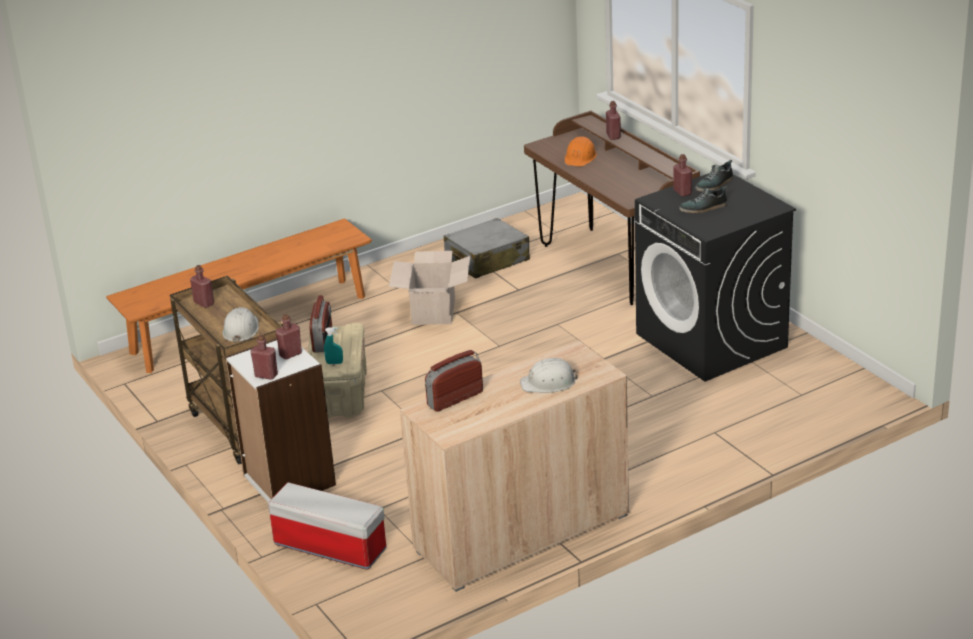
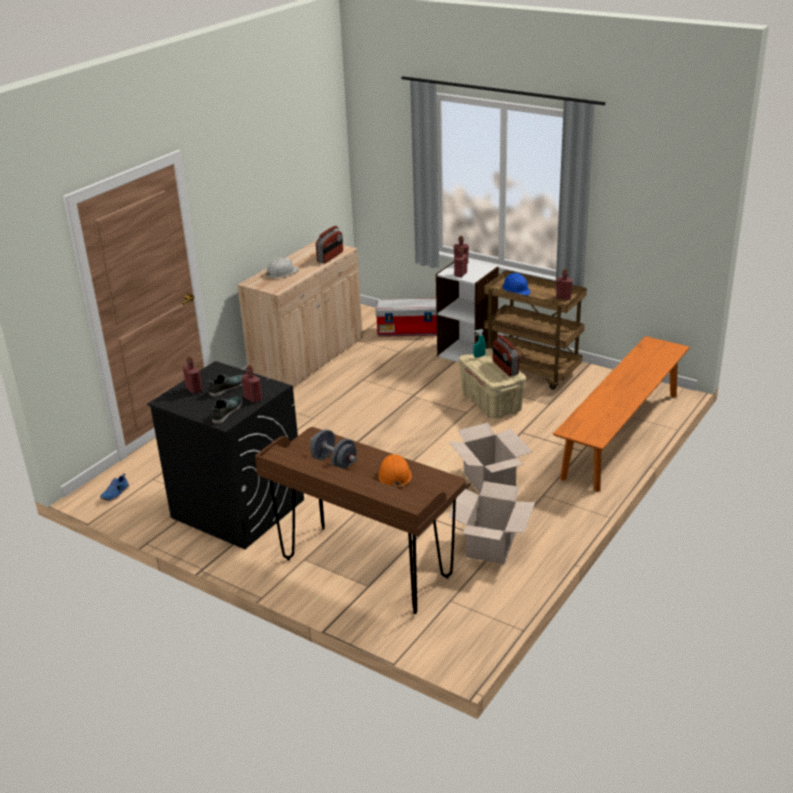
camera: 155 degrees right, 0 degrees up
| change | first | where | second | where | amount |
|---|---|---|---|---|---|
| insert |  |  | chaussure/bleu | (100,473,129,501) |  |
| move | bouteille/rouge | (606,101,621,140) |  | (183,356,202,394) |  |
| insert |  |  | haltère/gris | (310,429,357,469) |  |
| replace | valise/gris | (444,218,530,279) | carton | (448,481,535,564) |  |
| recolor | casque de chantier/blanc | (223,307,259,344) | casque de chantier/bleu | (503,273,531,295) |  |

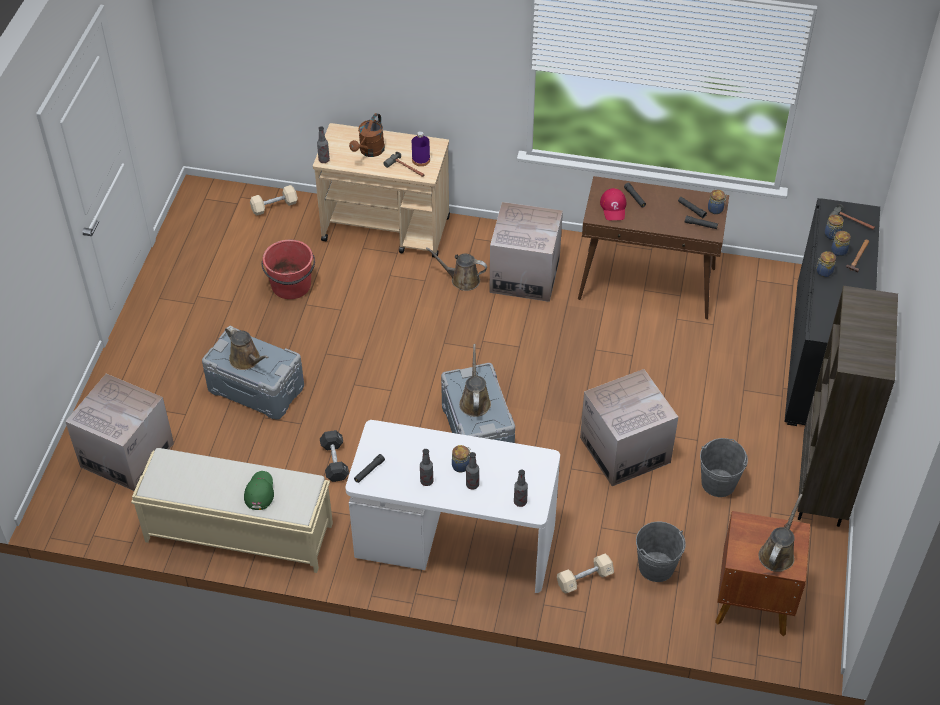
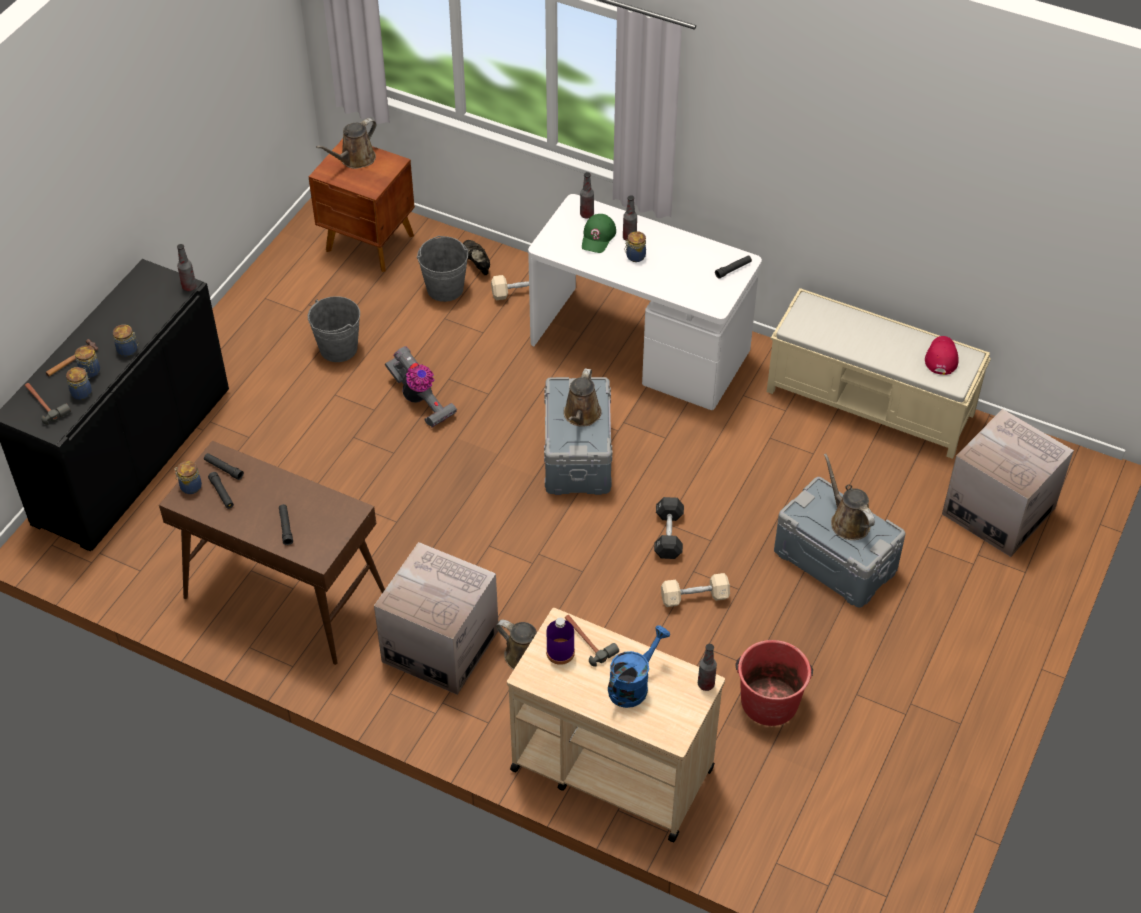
camera: 165 degrees left, 0 degrees up
| change | first | where | second | where | amount |
|---|---|---|---|---|---|
| move | bouteille | (420,449,433,486) |  | (177,244,197,291) |  |
| replace | carton | (580,369,678,486) | aspirateur | (385,346,457,428) |  |
| insert |  |  | chaussure/noir | (463,240,490,275) |  |
| move | casquette/vert | (244,471,274,510) |  | (582,214,616,253) |  |
| recolor | arrosoir/marron | (349,113,385,157) | arrosoir/bleu | (608,625,670,708) |  |
| move | haltère/noir | (320,430,349,482) |  | (654,497,684,559) |  |
| move | haltère/beige | (250,185,298,216) |  | (661,573,730,607) |  |
| move | casquette/rouge | (600,188,626,220) |  | (925,336,959,375) |  |
| delete | bibliothèque/marron | (798,286,898,527) |  |  |  |

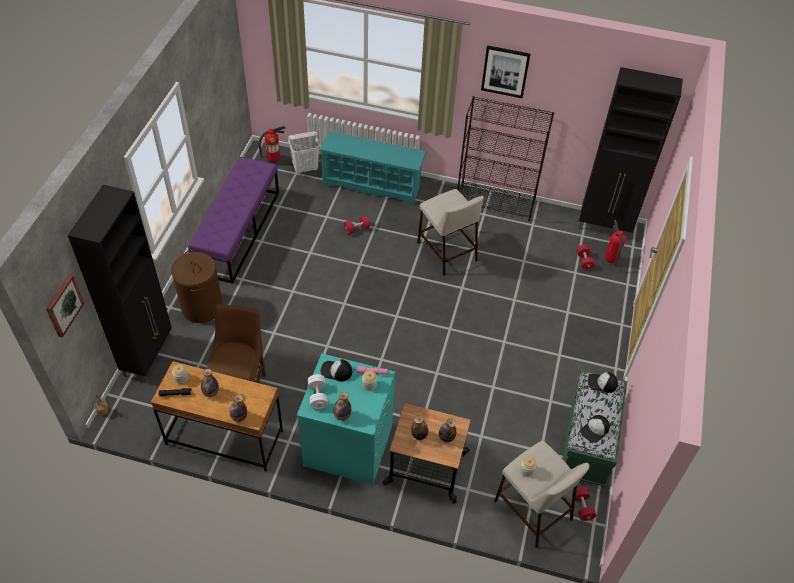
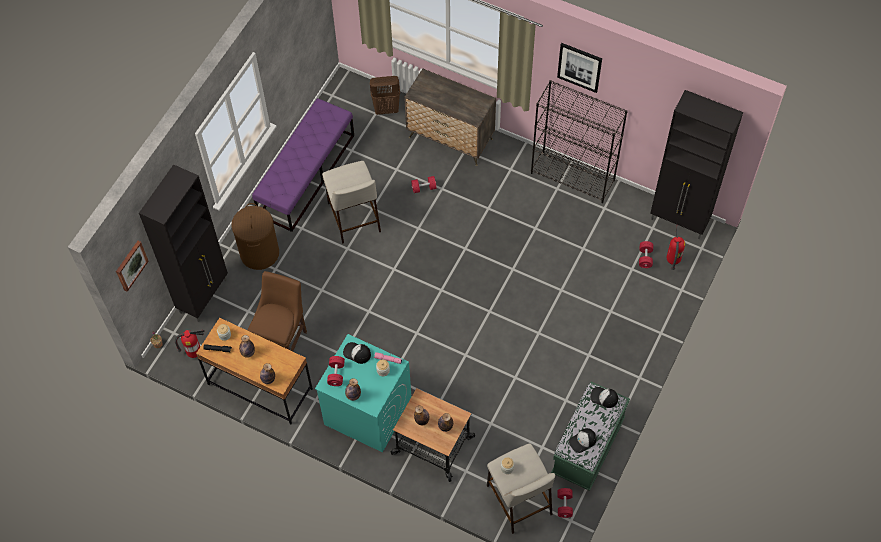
camera: 15 degrees right, 10 degrees up
| change | first | where | second | where | amount |
|---|---|---|---|---|---|
| move | extincteur | (259,126,286,162) |  | (175,329,205,358) |  |
| move | tabouret/beige | (417,189,484,275) |  | (322,161,381,244) |  |
| recolor | haltère/blanc | (308,374,328,409) | haltère/rouge | (327,356,345,386) |  |
| recolor | panier à linge/blanc | (288,131,320,174) | panier à linge/marron | (370,76,400,115) |  |
| replace | étagère à chaussures/turquoise | (319,131,427,205) | commode | (404,69,496,166) |  |

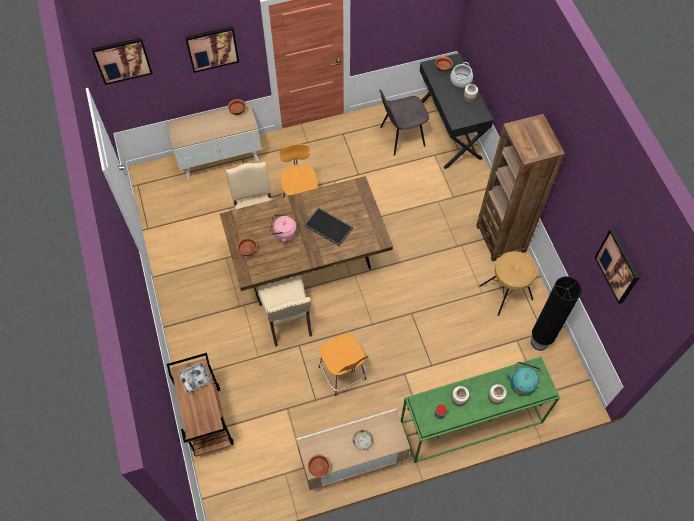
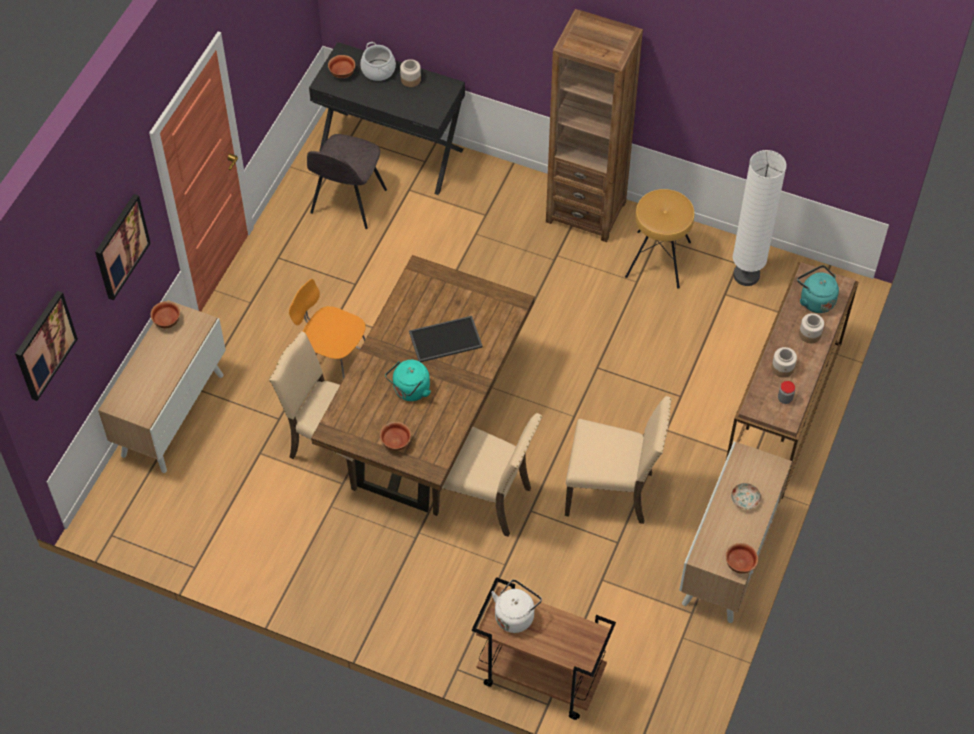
camera: 50 degrees left, 5 degrees down
| change | first | where | second | where | amount |
|---|---|---|---|---|---|
| recolor | bouilloire/rose | (270,214,297,243) | bouilloire/turquoise | (385,360,431,401) |  |
| replace | plateau | (178,361,212,394) | bouilloire/blanc | (491,579,542,633) |  |
| replace | tabouret/orange | (319,334,369,396) | chaise/beige | (565,396,672,524) |  |
| recolor | table console/vert | (401,357,560,463) | table console/marron | (726,262,858,499) |  |
| recolor | lampadaire/noir | (531,276,582,351) | lampadaire/blanc | (733,150,787,286) |  |
| delete | tableau | (595,229,640,304) |  |  |  |

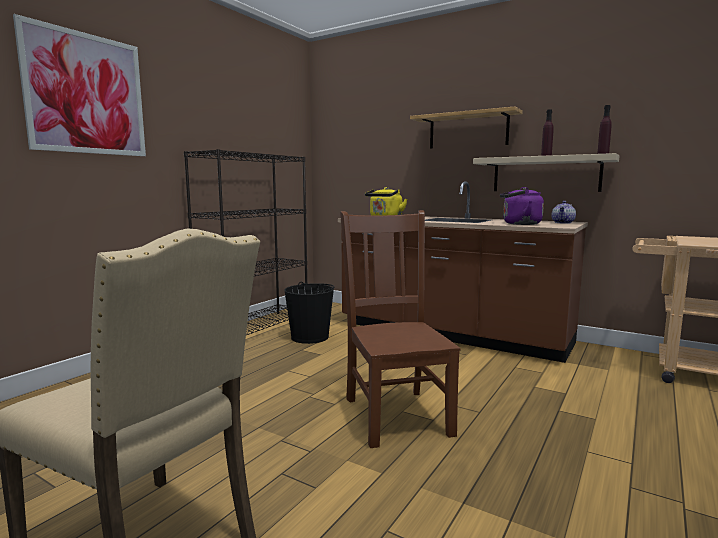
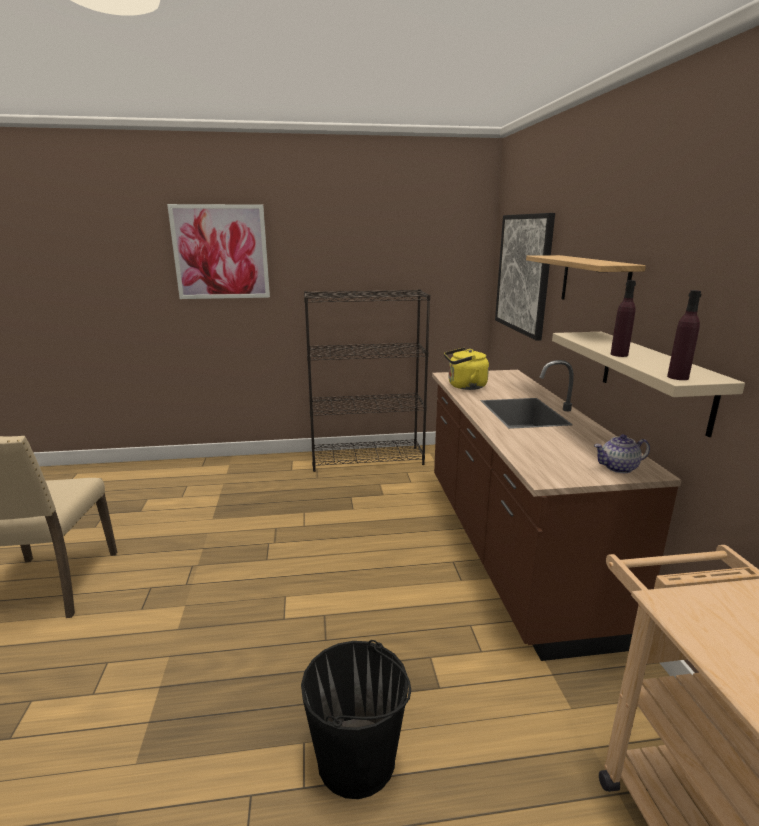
camera: 50 degrees right, 10 degrees up
| change | first | where | second | where | amount |
|---|---|---|---|---|---|
| move | seau/noir | (284,282,334,344) |  | (301,640,411,799) |  |
| insert |  |  | tableau | (495,213,555,341) |  |
| delete | chaise/marron | (340,210,461,448) |  |  |  |
| delete | bouilloire/violet | (500,187,544,225) |  |  |  |

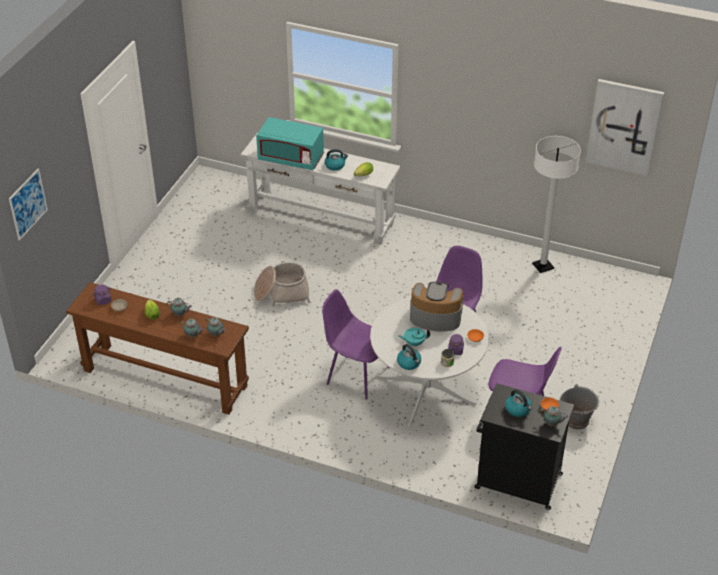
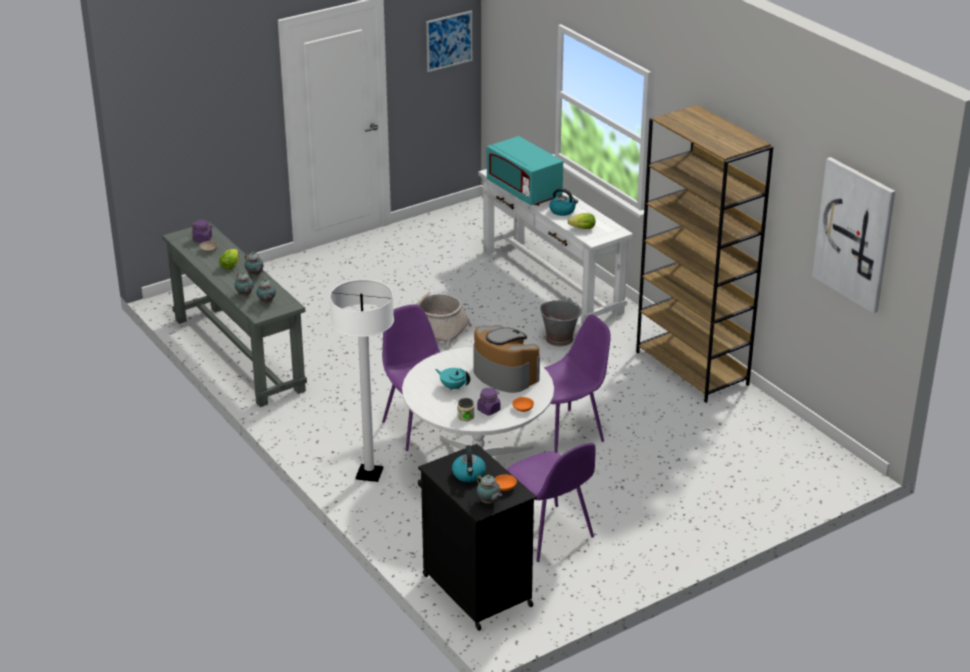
camera: 35 degrees right, 10 degrees down
| change | first | where | second | where | amount |
|---|---|---|---|---|---|
| recolor | table console/marron | (66,282,249,414) | table console/gris | (162,222,307,407) |  |
| move | lampadaire/blanc | (532,136,581,273) |  | (330,279,394,482) |  |
| move | tableau | (9,168,48,241) |  | (426,11,472,72) |  |
| move | seau/gris | (559,384,599,430) |  | (540,298,581,346) |  |
| insert |  |  | bibliothèque/marron | (636,105,773,403) |  |
| delete | bouilloire | (397,344,421,370) |  |  |  |

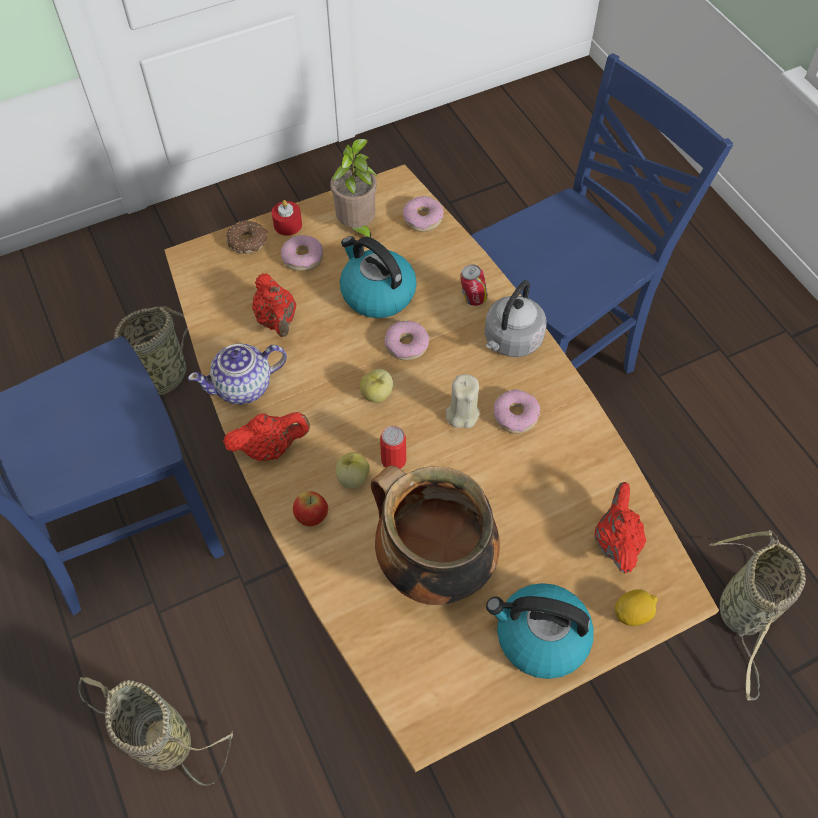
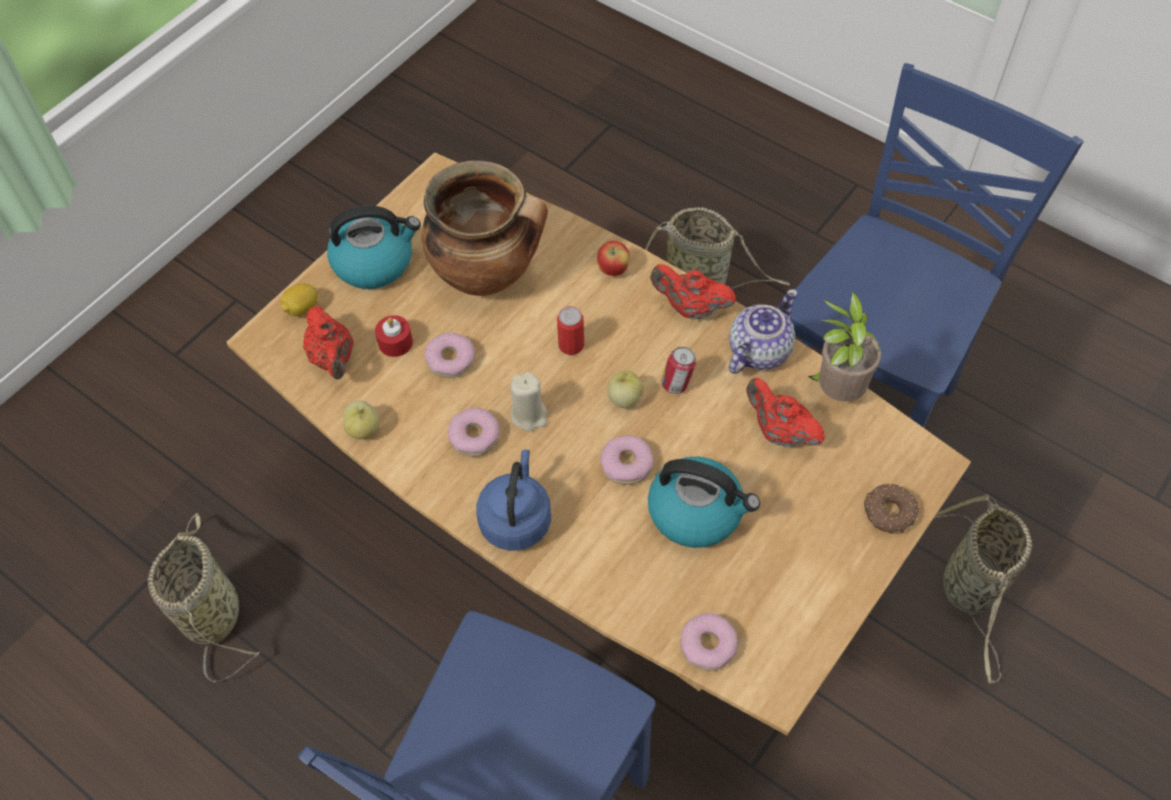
camera: 155 degrees right, 0 degrees up
| change | first | where | second | where | amount |
|---|---|---|---|---|---|
| move | pomme | (336,452,370,489) |  | (343,400,380,439) |  |
| move | bougie/rouge | (272,200,302,236) |  | (375,315,413,357) |  |
| move | beignet | (281,235,323,272) |  | (424,333,475,378) |  |
| recolor | bouilloire/gris | (484,280,546,357) | bouilloire/bleu | (476,449,551,551) |  |
| rotate | théière/rouge | (223,412,310,461) |  | (650,264,736,319) | 60 degrees clockwise |
| move | boîte métallique | (460,264,488,306) |  | (661,347,696,394) |  |
| move | plante en pot | (330,139,378,238) |  | (808,291,881,402) |  |

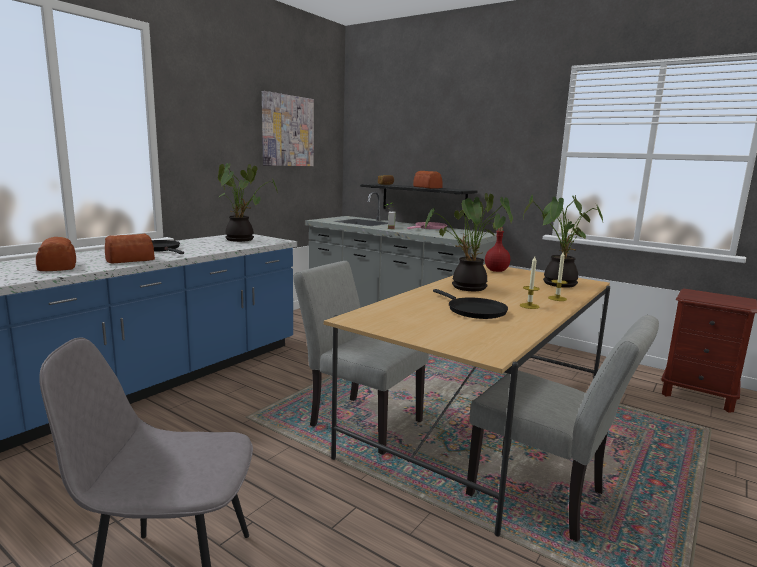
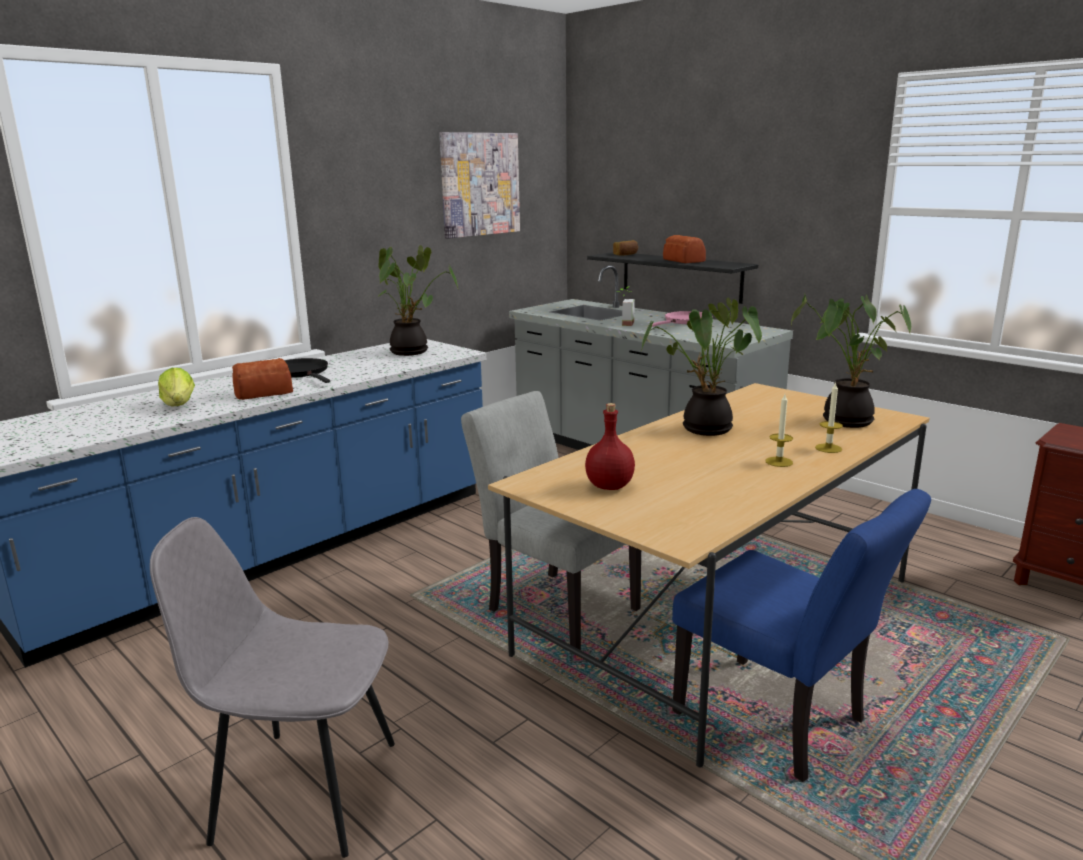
camera: 10 degrees right, 5 degrees up
| change | first | where | second | where | amount |
|---|---|---|---|---|---|
| replace | pain | (36,237,76,271) | laitue | (158,368,195,407) |  |
| move | bouteille/rouge | (485,227,510,272) |  | (585,403,635,490) |  |
| recolor | chaise/gris | (466,315,659,542) | chaise/bleu | (672,489,931,782) |  |
| delete | poêle/noir | (433,289,508,319) |  |  |  |

